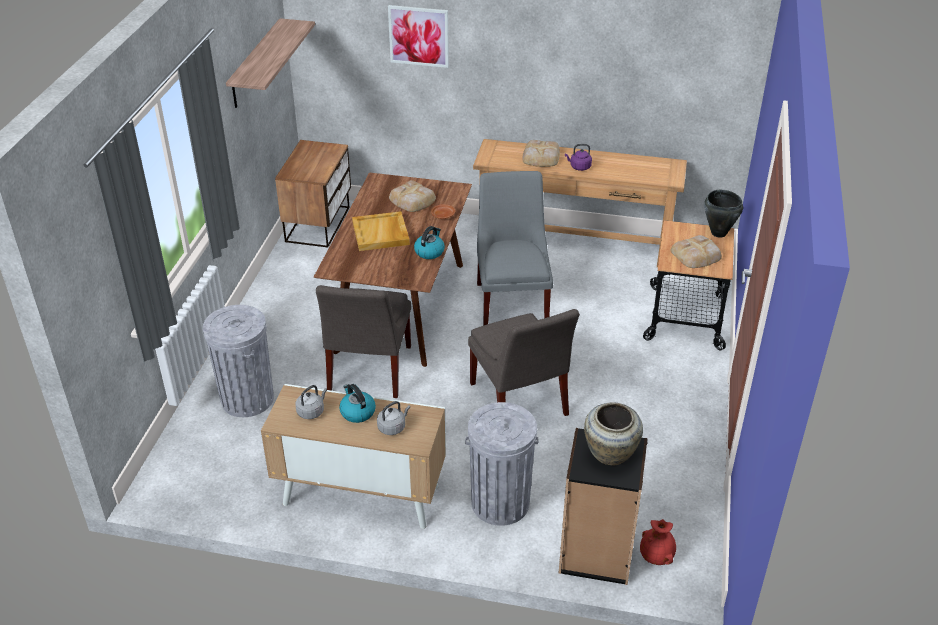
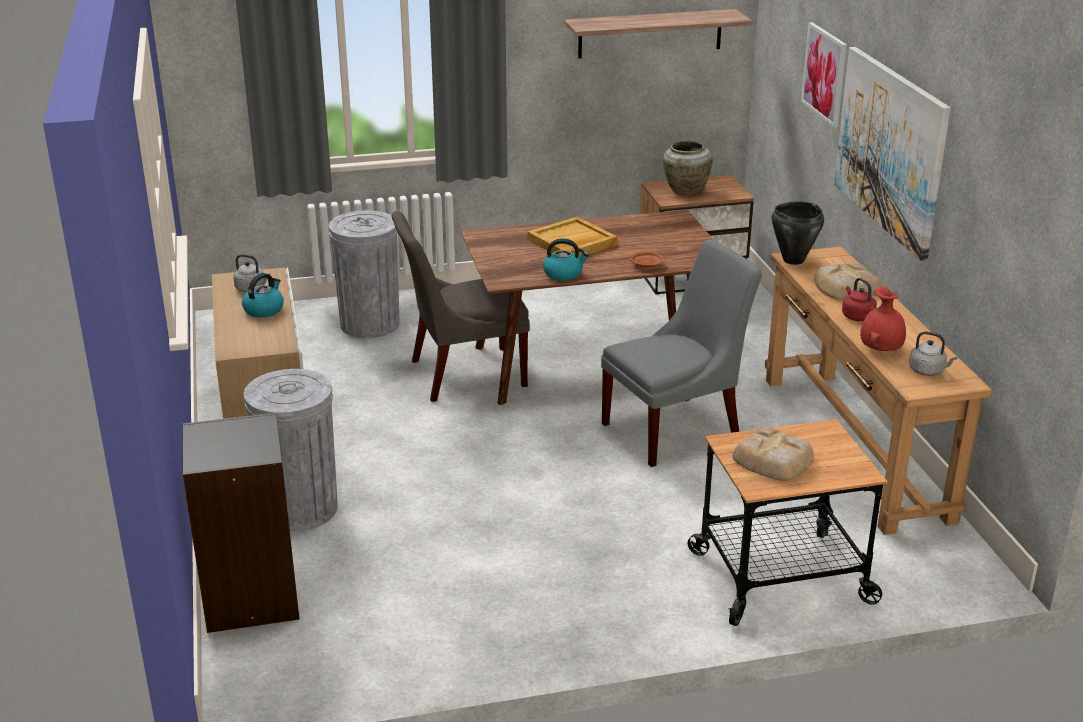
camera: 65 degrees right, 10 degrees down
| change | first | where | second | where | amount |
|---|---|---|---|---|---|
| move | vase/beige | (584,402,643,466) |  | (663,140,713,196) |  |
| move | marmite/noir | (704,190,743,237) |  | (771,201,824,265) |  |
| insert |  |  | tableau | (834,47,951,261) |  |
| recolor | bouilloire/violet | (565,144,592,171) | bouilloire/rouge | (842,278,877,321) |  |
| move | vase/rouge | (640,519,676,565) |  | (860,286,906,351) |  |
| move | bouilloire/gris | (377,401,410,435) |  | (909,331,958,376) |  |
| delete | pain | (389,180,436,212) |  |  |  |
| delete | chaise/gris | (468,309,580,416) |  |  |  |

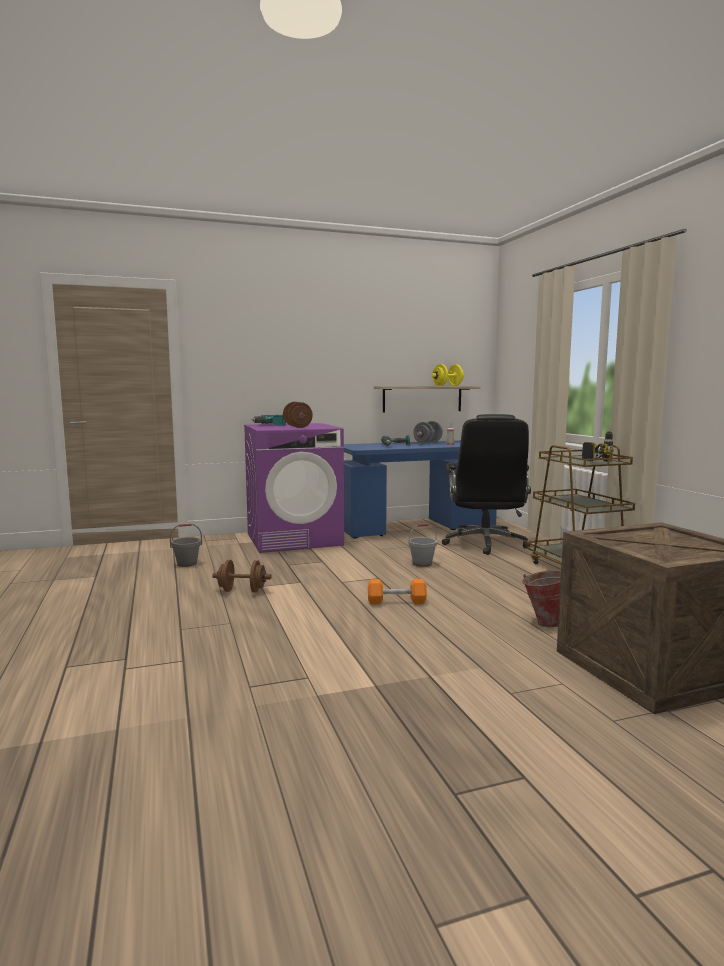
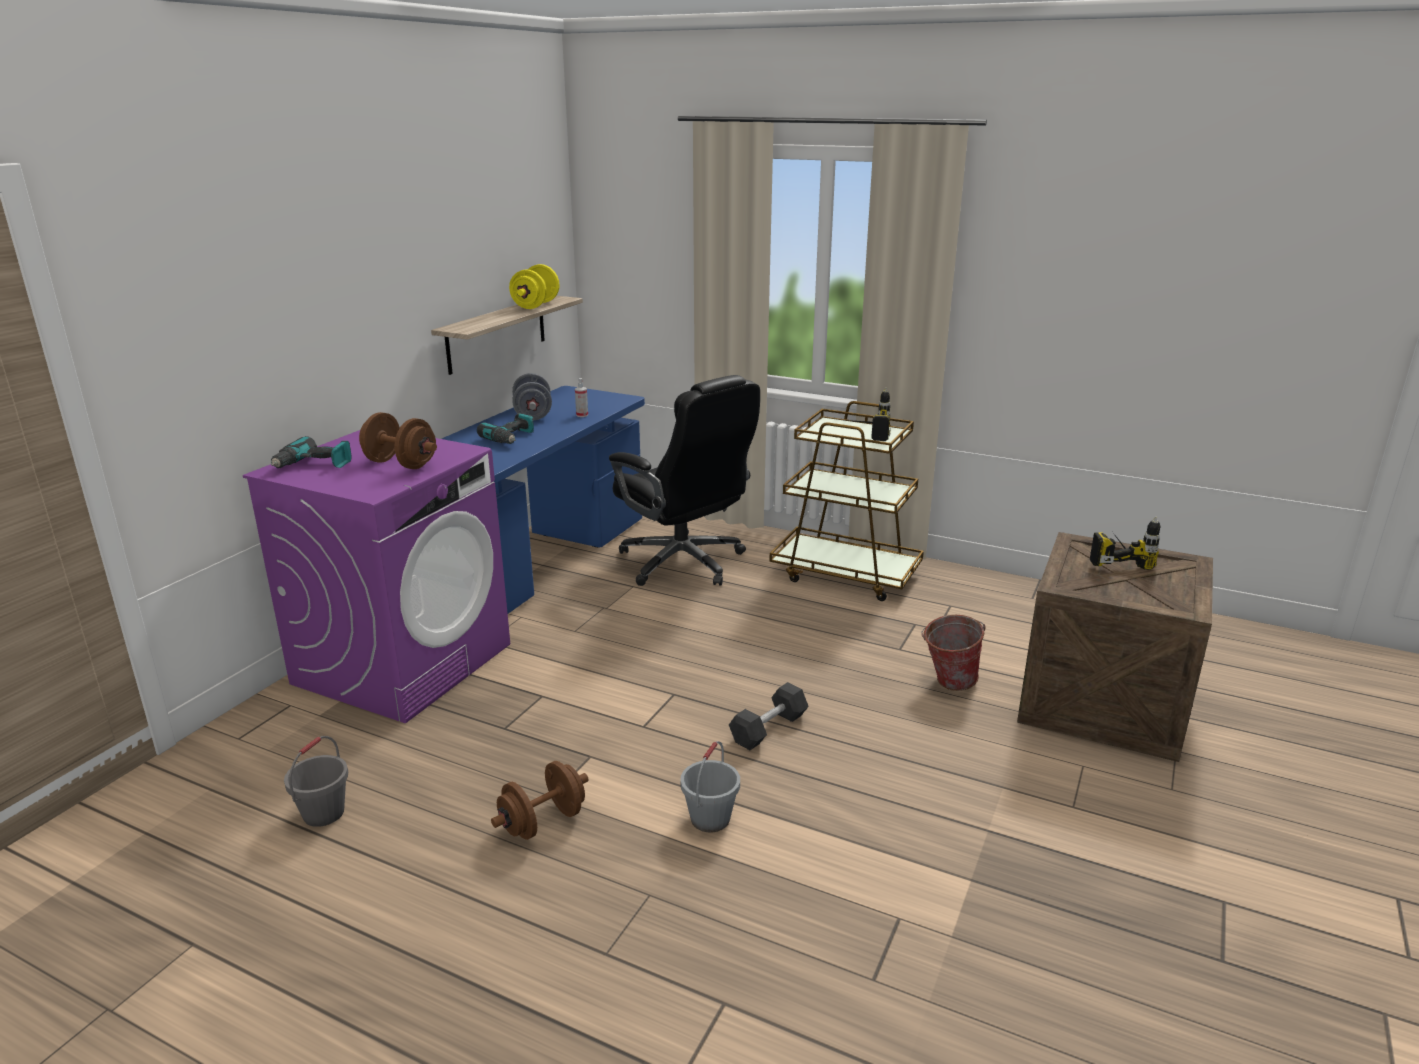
camera: 45 degrees left, 15 degrees up
| change | first | where | second | where | amount |
|---|---|---|---|---|---|
| move | seau/gris | (408,523,437,567) |  | (680,741,740,832) |  |
| recolor | haltère/orange | (368,579,427,604) | haltère/noir | (729,682,809,750) |  |
| insert |  |  | perceuse | (1090,517,1161,570) |  |

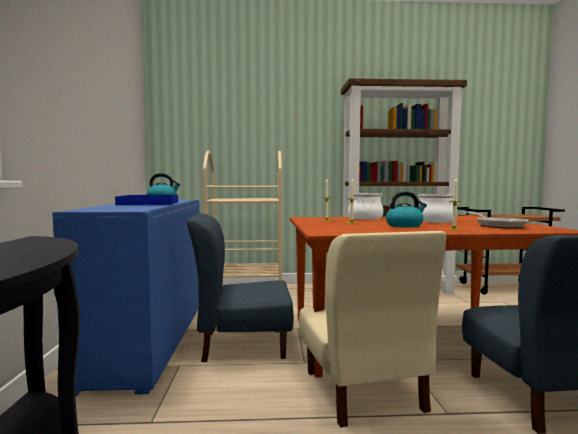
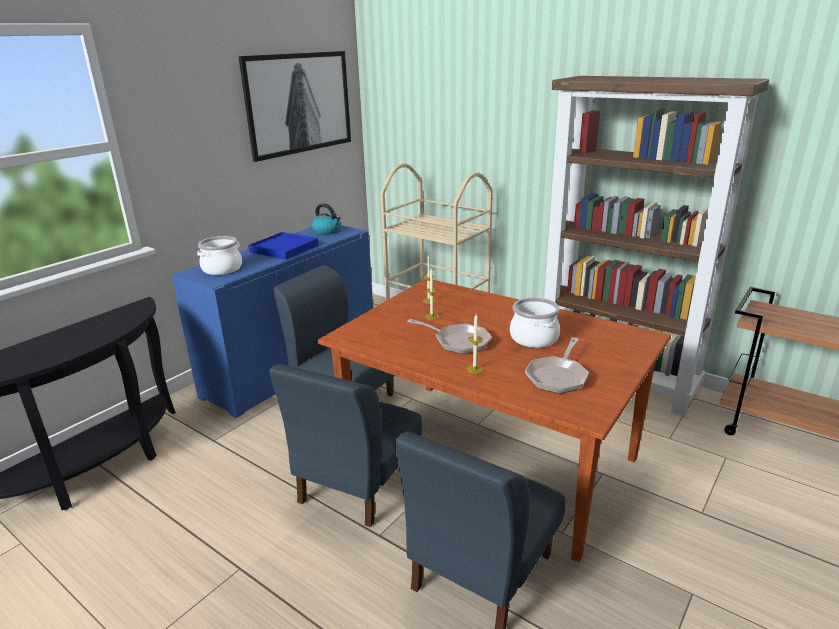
camera: 40 degrees right, 20 degrees up
| change | first | where | second | where | amount |
|---|---|---|---|---|---|
| move | marmite | (348,193,383,220) |  | (197,236,242,275) |  |
| insert |  |  | tableau | (238,51,351,162) |  |
| recolor | chaise/beige | (299,231,446,427) | chaise/bleu | (269,364,422,527) |  |
| replace | bouilloire | (386,191,427,227) | poêle | (407,319,492,354) |  |

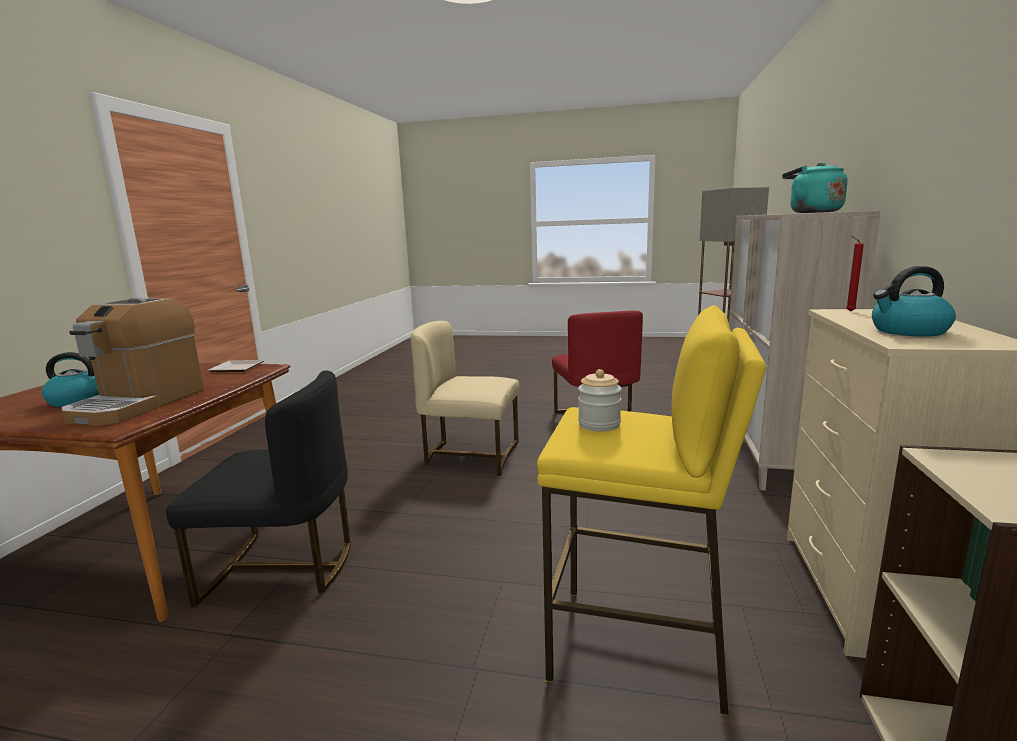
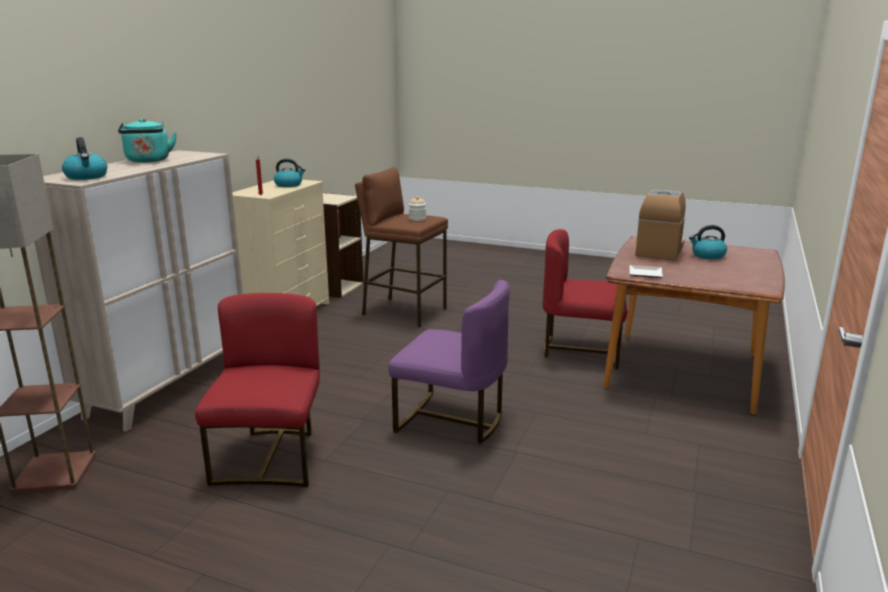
camera: 170 degrees left, 5 degrees up
| change | first | where | second | where | amount |
|---|---|---|---|---|---|
| insert |  |  | bouilloire | (62,137,107,180) |  |
| recolor | tabouret/jaune | (537,305,766,716) | tabouret/marron | (355,167,448,327) |  |
| recolor | chaise/beige | (411,321,520,476) | chaise/violet | (388,280,510,444) |  |
| recolor | chaise/noir | (166,371,351,607) | chaise/rouge | (543,229,627,369) |  |

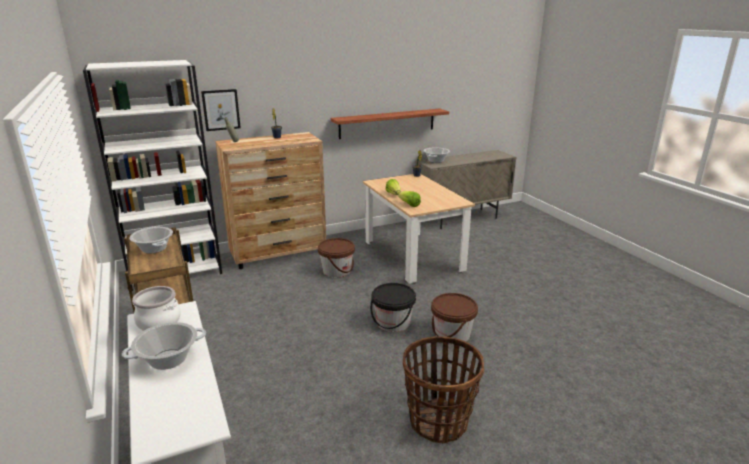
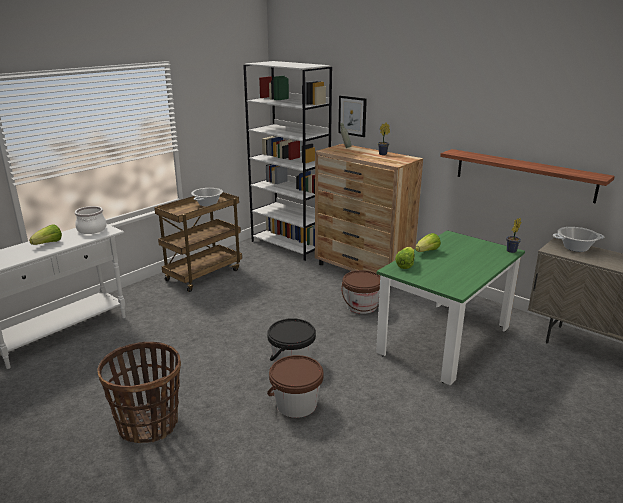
camera: 65 degrees right, 0 degrees up
| change | first | where | second | where | amount |
|---|---|---|---|---|---|
| replace | marmite | (122,322,206,370) | laitue | (29,225,62,245) |  |
| recolor | table à manger/beige | (363,174,475,284) | table à manger/vert | (376,230,525,386) |  |

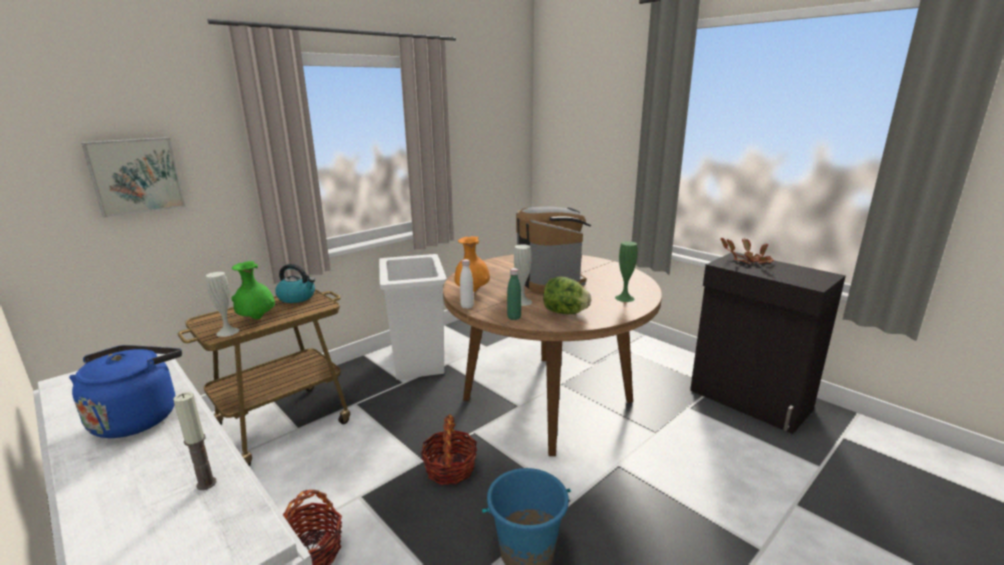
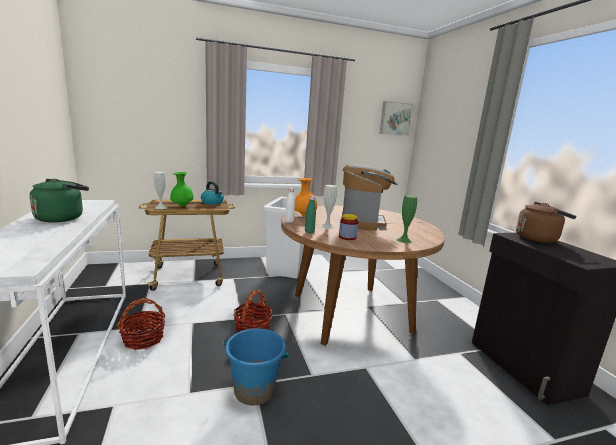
camera: 25 degrees right, 5 degrees down
| change | first | where | second | where | amount |
|---|---|---|---|---|---|
| recolor | bouilloire/bleu | (69,345,182,438) | bouilloire/vert | (29,179,89,223) |  |
| replace | laitue | (543,277,591,314) | bocal | (339,214,358,240) |  |
| move | tableau | (81,137,186,218) |  | (380,101,413,136) |  |
| replace | plante en pot | (720,238,774,264) | bouilloire/marron | (516,202,576,243) |  |
| delete | bougie | (173,392,216,490) |  |  |  |

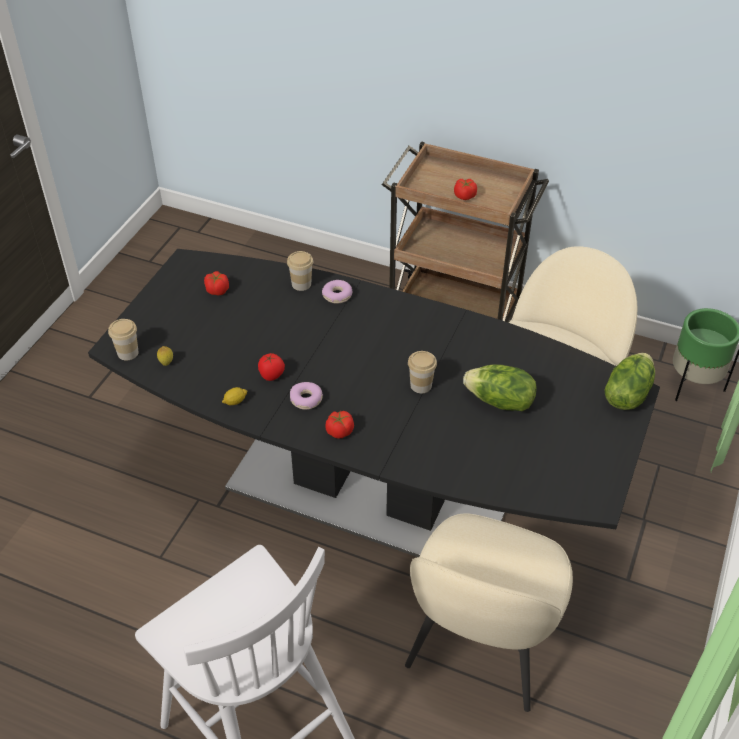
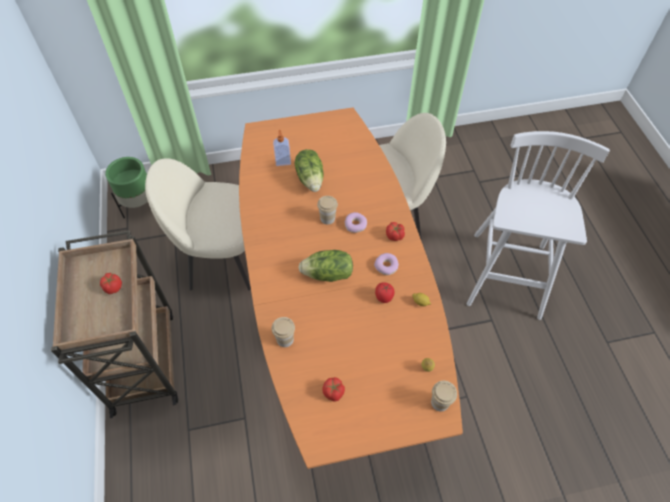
camera: 125 degrees left, 10 degrees up
| change | first | where | second | where | amount |
|---|---|---|---|---|---|
| recolor | table à manger/noir | (88,249,660,557) | table à manger/orange | (239,107,463,469) |  |
| insert |  |  | distributeur de savon | (273,130,291,166) |  |
| move | laitue | (604,353,655,410) |  | (298,250,353,282) |  |
| move | beignet | (322,280,353,304) |  | (344,212,367,233) |  |

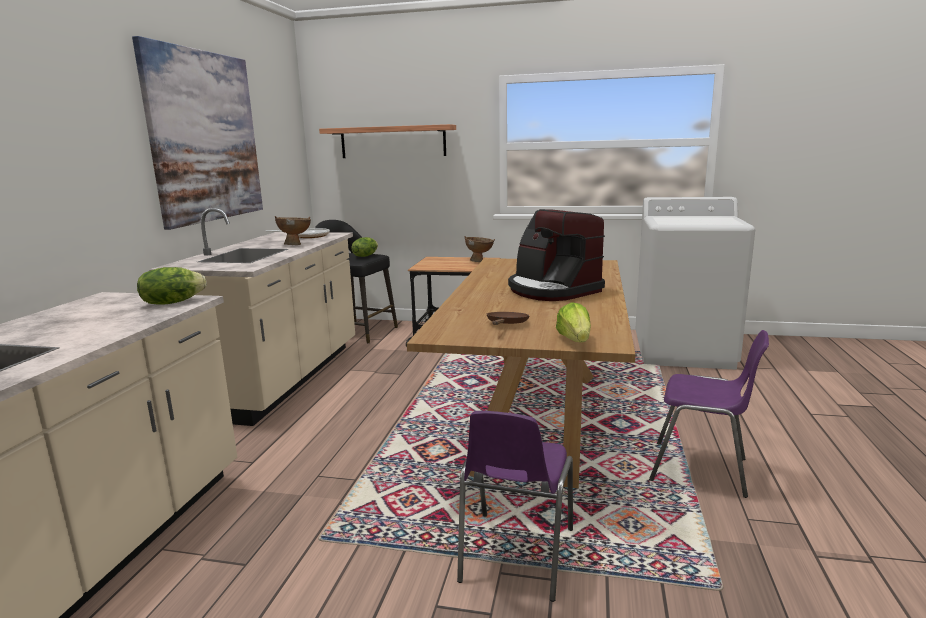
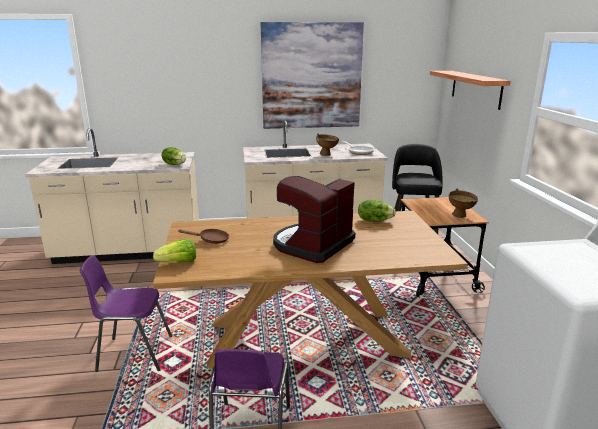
camera: 70 degrees right, 5 degrees up
| change | first | where | second | where | amount |
|---|---|---|---|---|---|
| move | laitue | (351,237,378,257) |  | (358,200,396,222) |  |

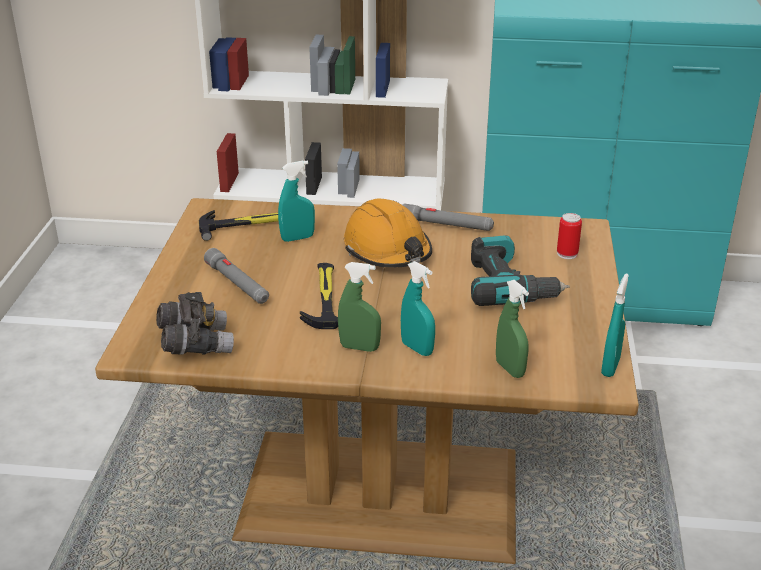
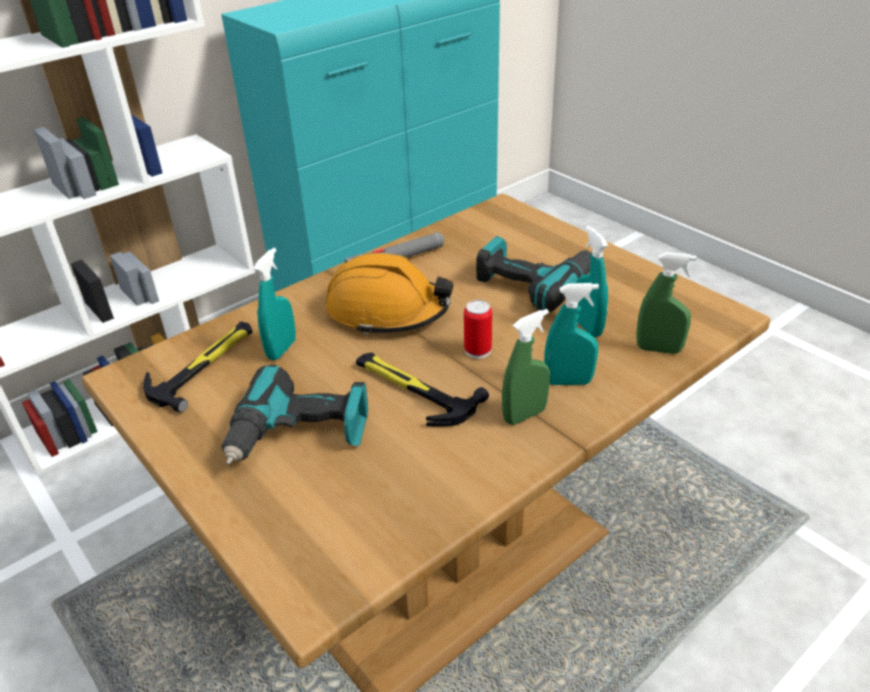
camera: 45 degrees left, 5 degrees up
| change | first | where | second | where | amount |
|---|---|---|---|---|---|
| replace | lampe de poche/gris | (204,248,269,304) | perceuse | (221,364,368,465) |  |
| move | boîte métallique | (557,213,582,259) |  | (464,300,492,359) |  |
| move | vaporisateur/turquoise | (601,274,629,377) |  | (576,226,608,337) |  |
| delete | jumelles/gris | (156,292,234,355) |  |  |  |

